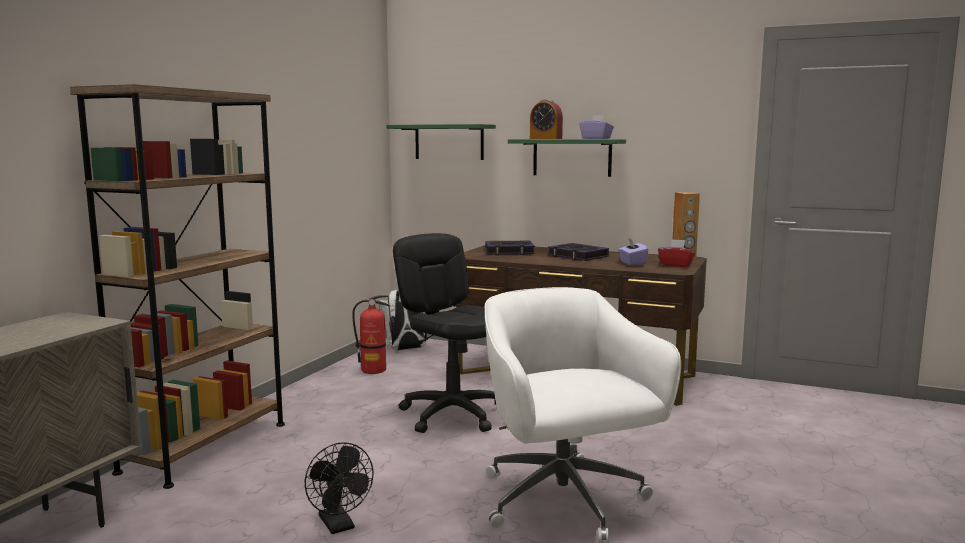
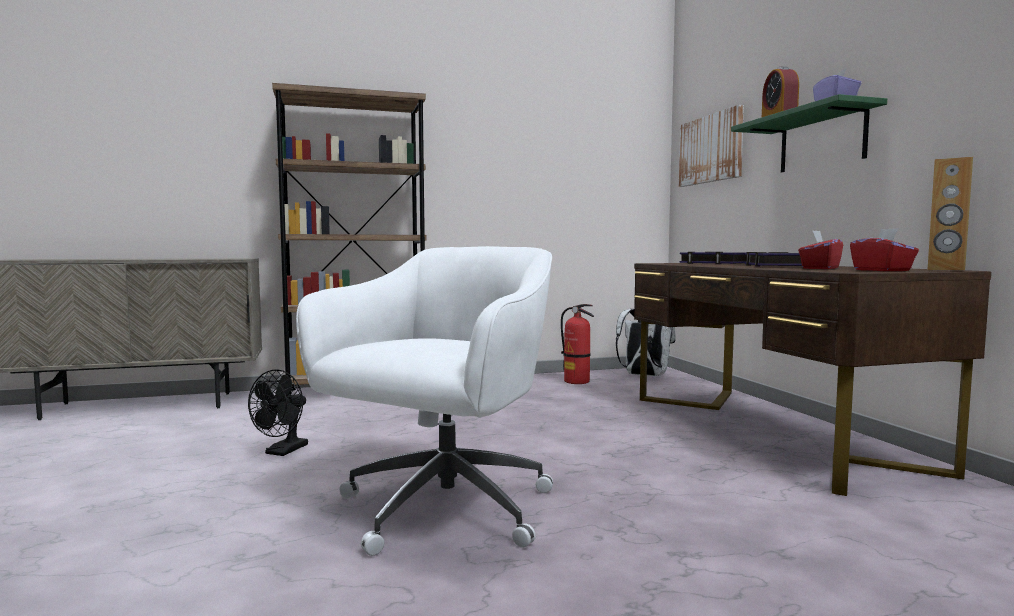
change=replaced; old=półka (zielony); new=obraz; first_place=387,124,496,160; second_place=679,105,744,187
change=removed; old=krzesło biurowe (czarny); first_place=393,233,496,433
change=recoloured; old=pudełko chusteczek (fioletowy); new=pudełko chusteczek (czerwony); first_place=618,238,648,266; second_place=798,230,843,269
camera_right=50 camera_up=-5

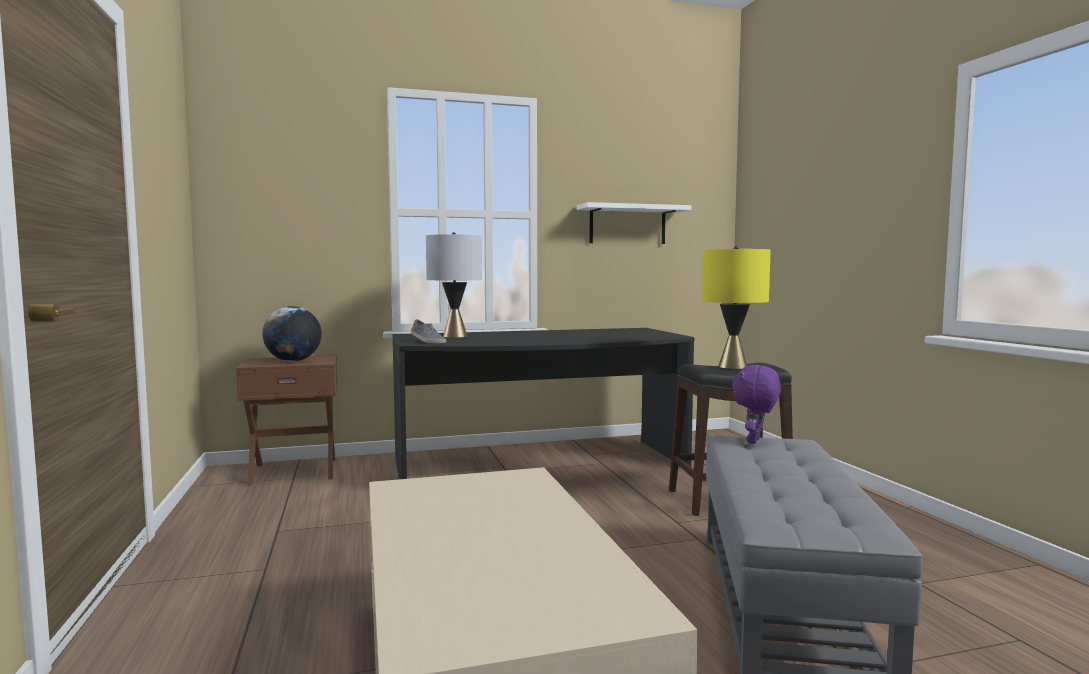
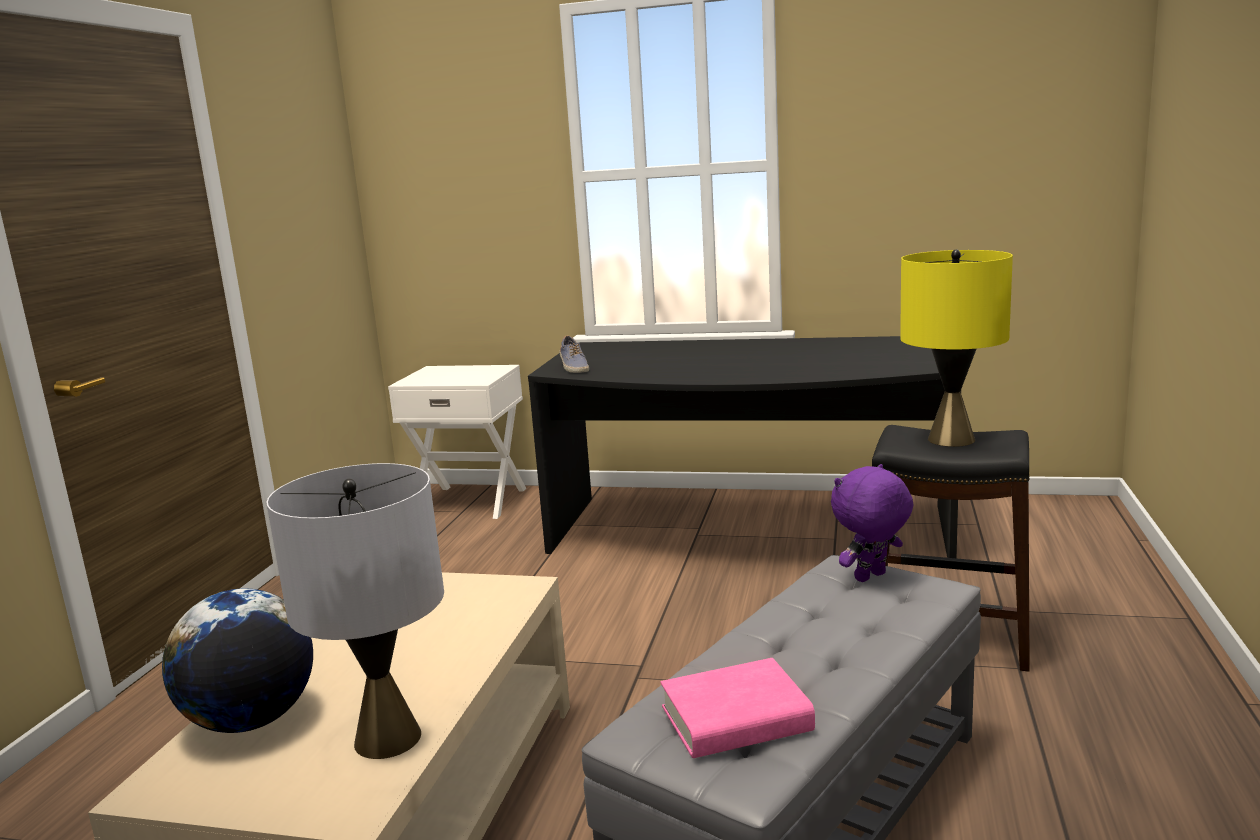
change=recoloured; old=szafka nocna (brązowy); new=szafka nocna (biały); first_place=236,355,338,486; second_place=388,365,527,519
change=moved; old=globus; first_place=262,306,322,362; second_place=162,588,313,733
change=moved; old=lampa stołowa (szary); first_place=426,232,482,338; second_place=266,463,444,759
change=removed; old=półka (biały); first_place=577,202,692,244
change=added; new=książka (różowy); second_place=661,658,815,758
camera_right=30 camera_up=10

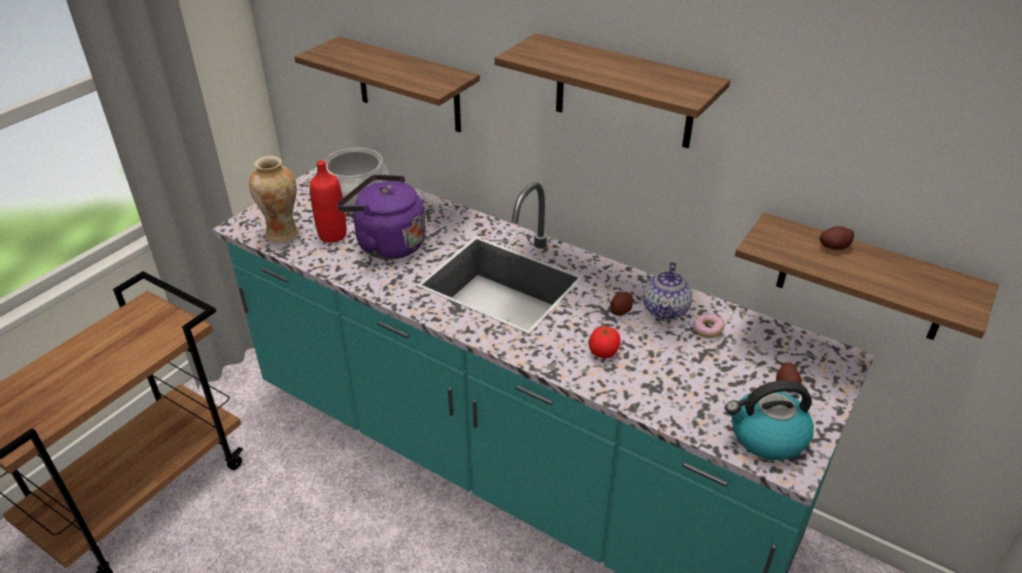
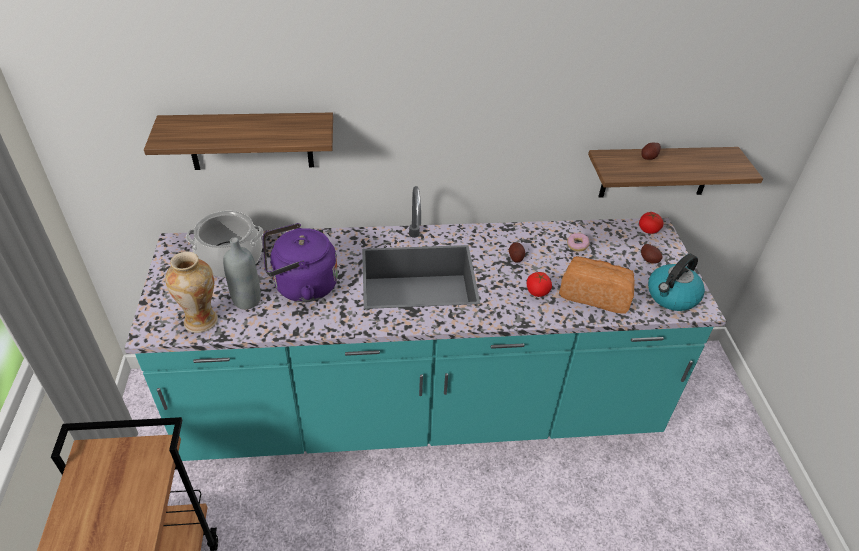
change=recoloured; old=butelka (czerwony); new=butelka (szary); first_place=310,160,347,243; second_place=223,237,261,310
change=removed; old=półka; first_place=494,33,730,148
change=removed; old=imbryk; first_place=643,262,692,321
change=added; new=chleb; second_place=559,256,635,314
change=added; new=pomidor; second_place=639,212,664,234
camera_right=-40 camera_up=5

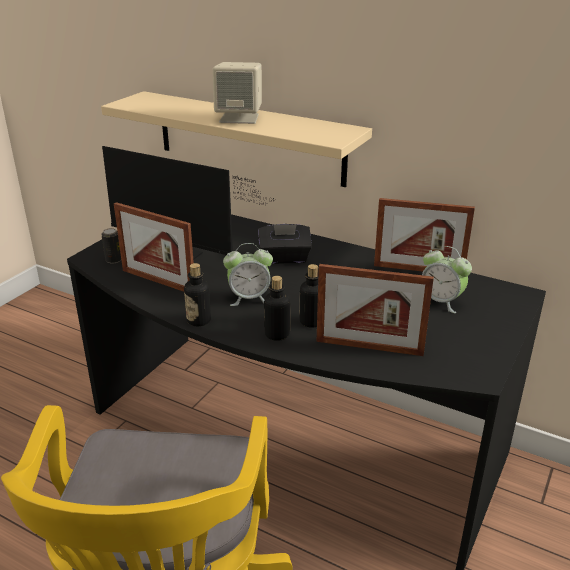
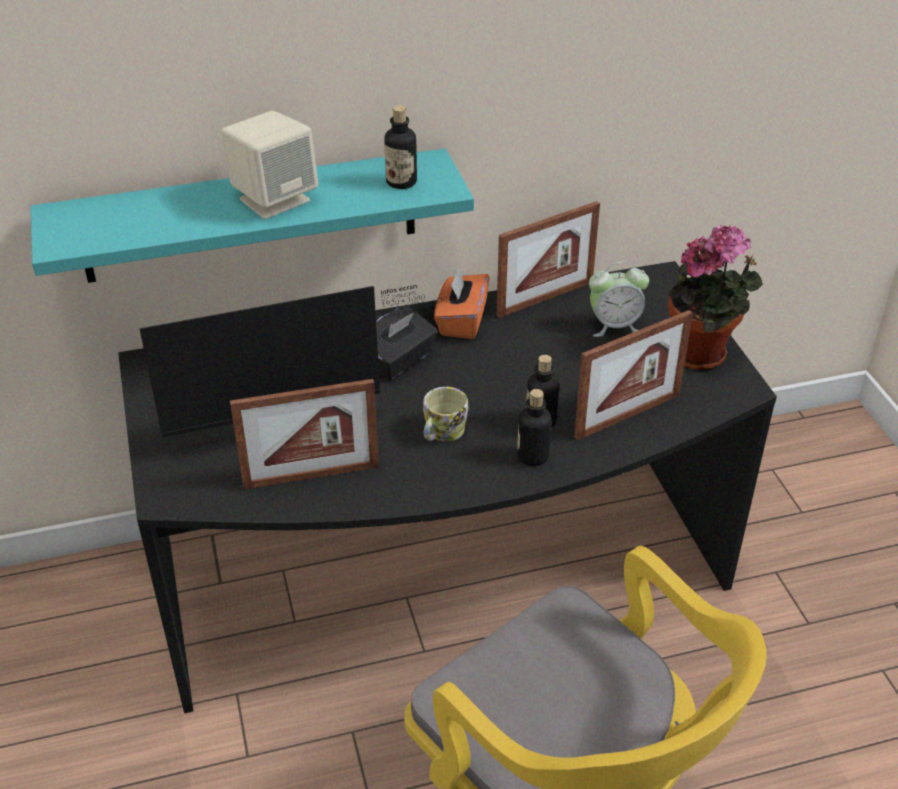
change=recoloured; old=półka (beżowy); new=półka (turkusowy); first_place=101,91,372,187; second_place=31,149,474,283
change=removed; old=puszka; first_place=101,228,121,263
change=moved; old=butelka; first_place=184,263,211,326; second_place=384,105,417,189
change=replaced; old=budzik; new=kubek; first_place=223,243,273,306; second_place=423,387,469,442
change=added; new=pudełko chusteczek (pomarańczowy); second_place=434,268,489,339
change=added; new=roślina doniczkowa; second_place=668,225,763,370
camera_right=-45 camera_up=10

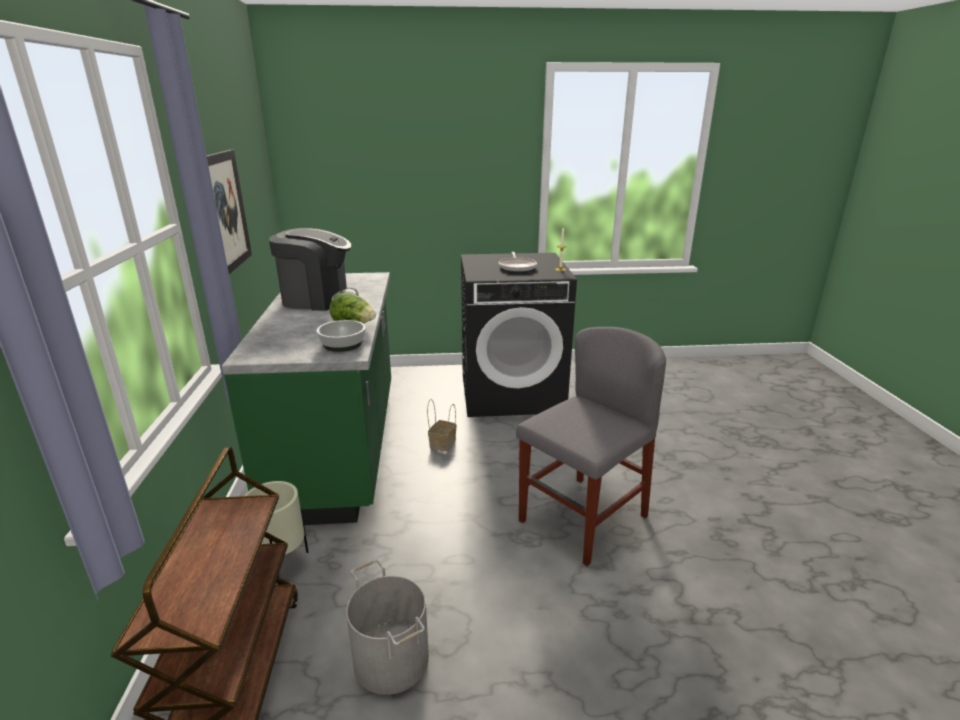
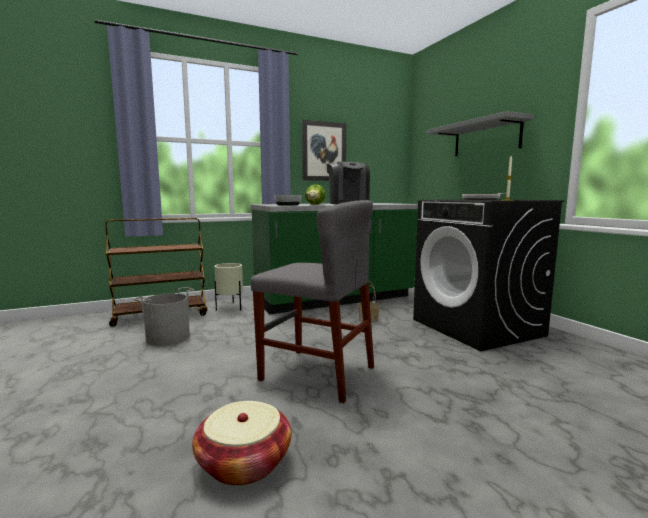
change=added; new=koszyk; second_place=192,401,292,486
change=added; new=półka (szary); second_place=427,111,534,156
camera_right=70 camera_up=-15

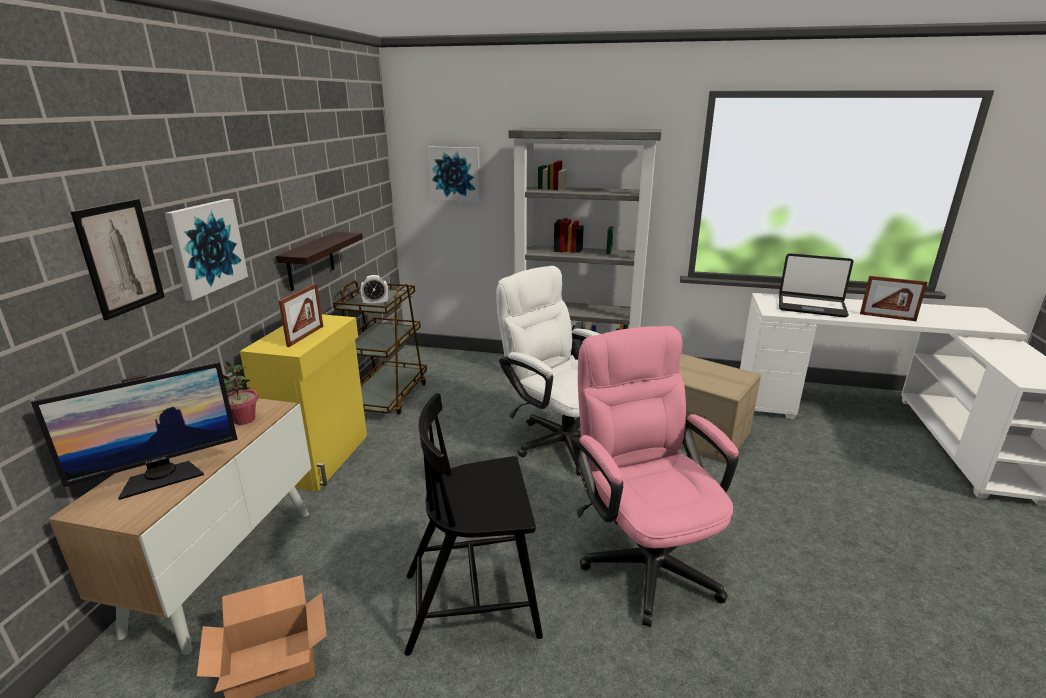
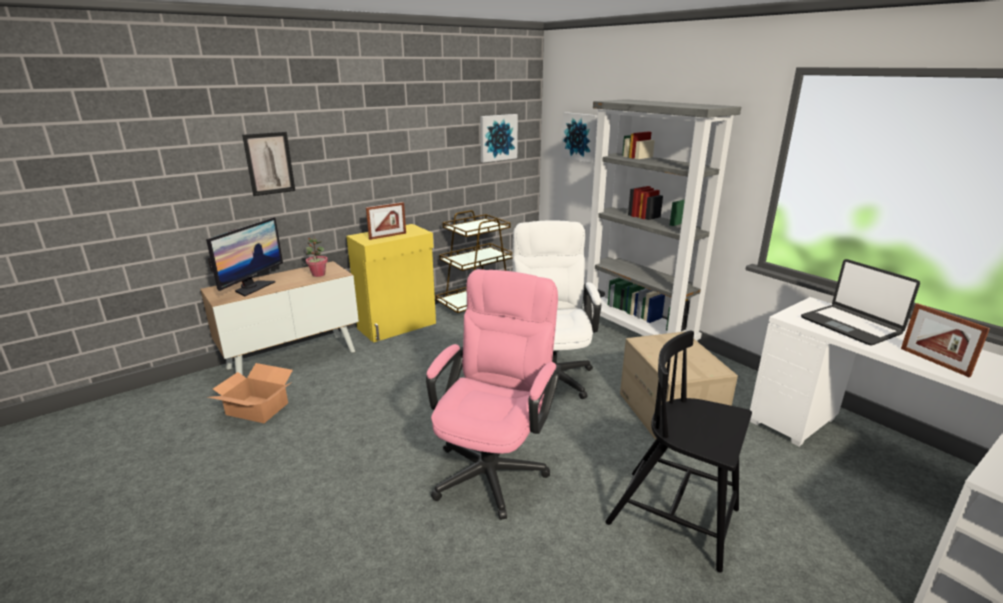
change=turned; old=monitor; first_place=31,362,238,500; second_place=206,217,283,296; degrees=-75
change=moved; old=obraz; first_place=165,199,248,301; second_place=480,114,518,162
change=removed; old=półka; first_place=276,232,363,291
change=removed; old=budzik; first_place=361,275,388,305
change=moved; old=krzesło (czarny); first_place=404,393,543,656; second_place=605,330,752,572
camera_right=40 camera_up=0

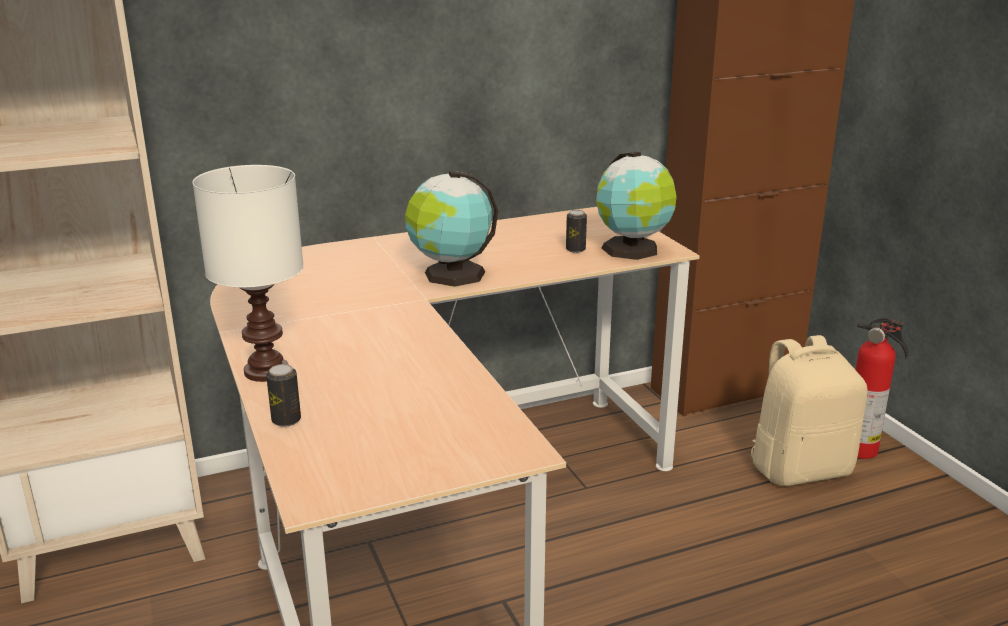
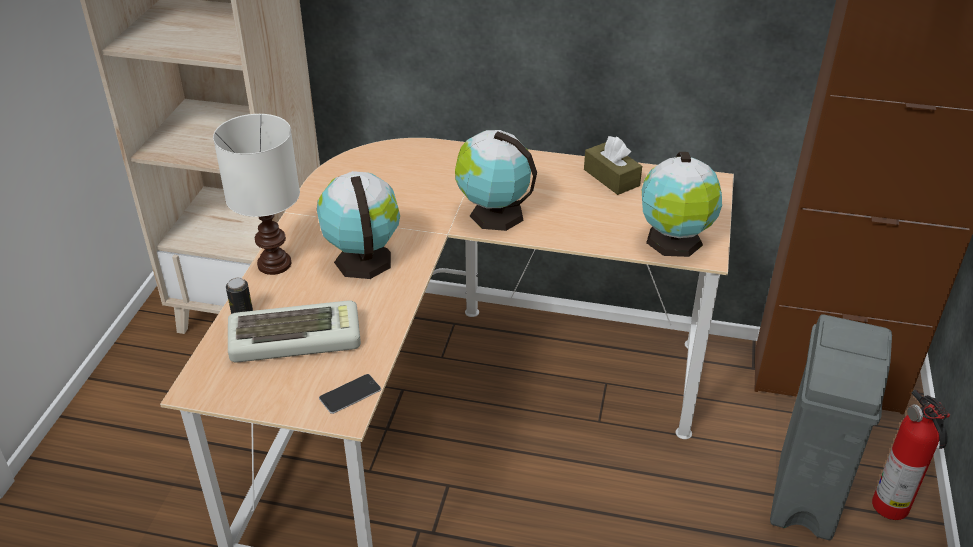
change=removed; old=puszka; first_place=566,210,587,253
change=replaced; old=plecak (beżowy); new=kosz na śmieci (szary); first_place=751,335,868,486; second_place=770,314,892,540
change=added; new=klawiatura; second_place=228,300,361,363
change=added; new=globus; second_place=317,171,400,279
change=added; new=telefon; second_place=319,374,381,414
change=added; new=pudełko chusteczek (brązowy); second_place=584,136,642,195
camera_right=35 camera_up=15

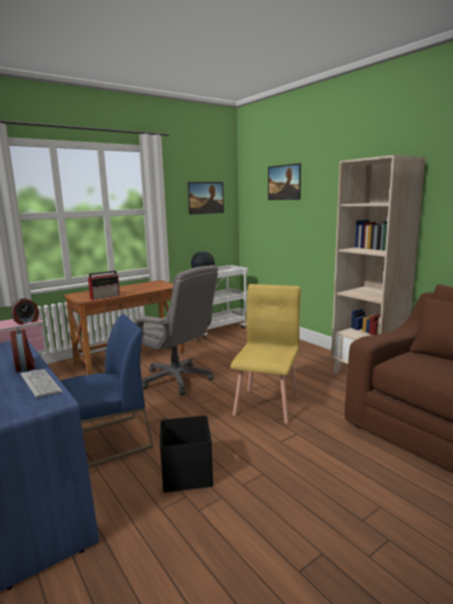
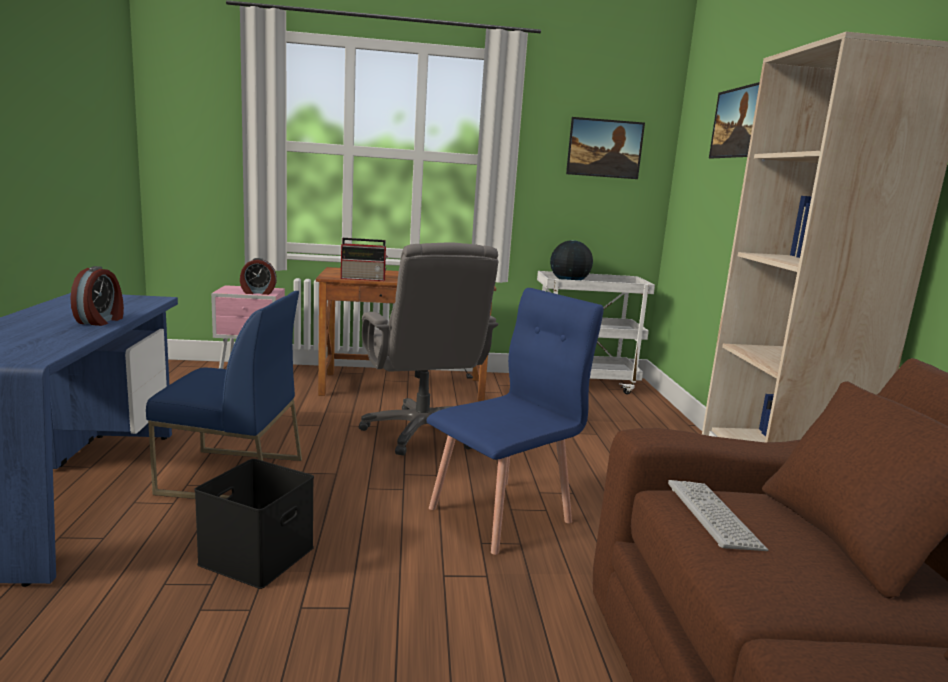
change=moved; old=klawiatura; first_place=21,369,63,398; second_place=668,480,768,551
change=recoloured; old=krzesło (żółty); new=krzesło (niebieski); first_place=230,284,301,424; second_place=427,288,604,555
camera_right=30 camera_up=0

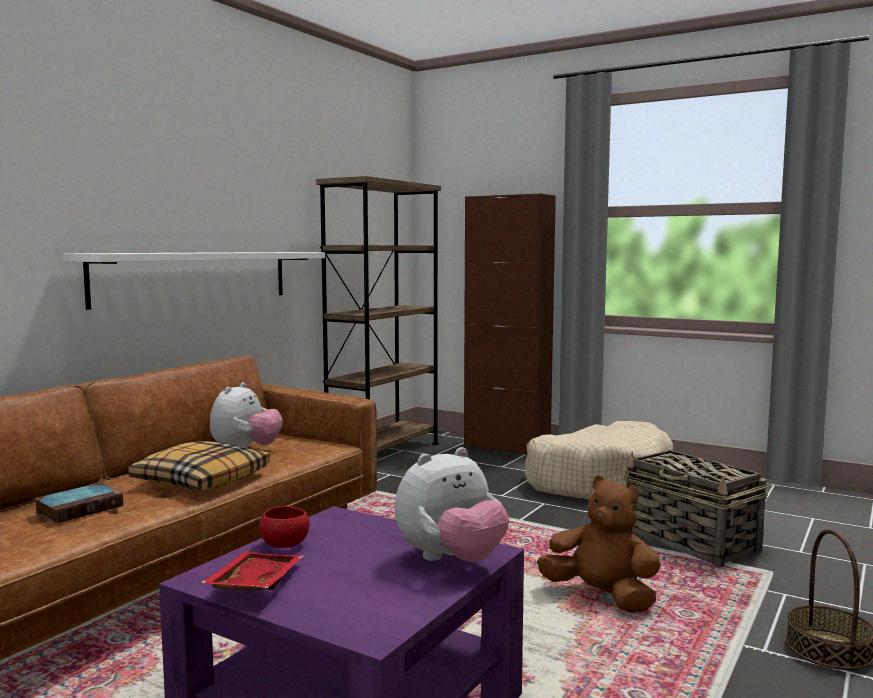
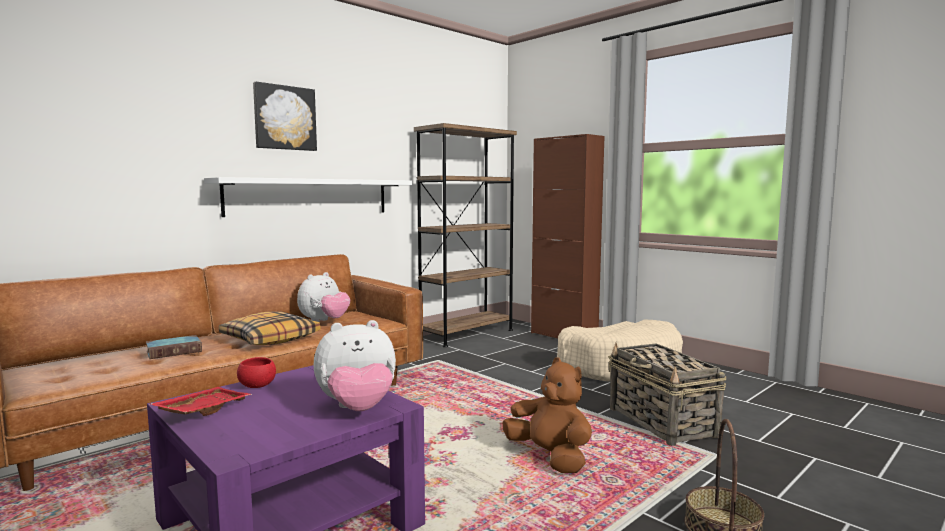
change=added; new=obraz; second_place=253,82,317,151
camera_right=15 camera_up=0

